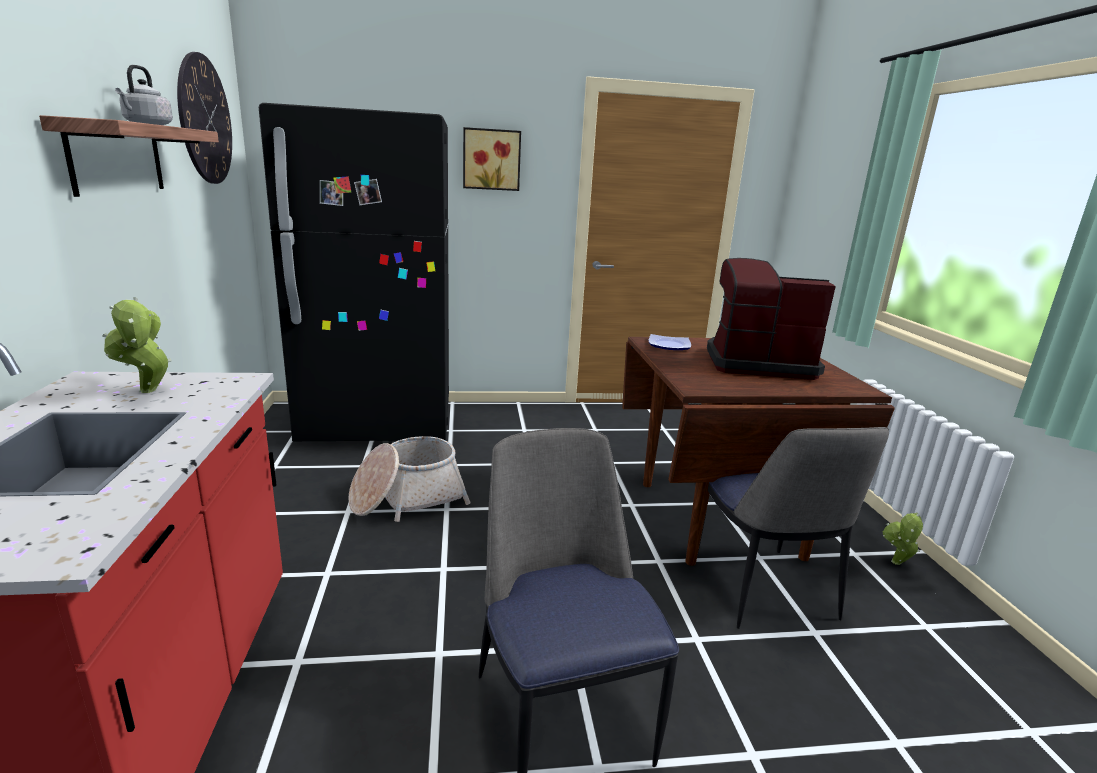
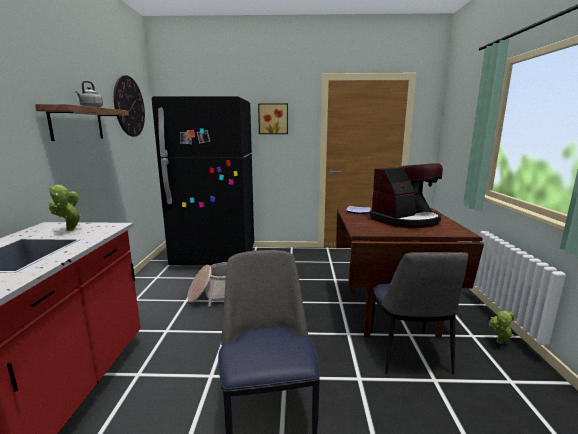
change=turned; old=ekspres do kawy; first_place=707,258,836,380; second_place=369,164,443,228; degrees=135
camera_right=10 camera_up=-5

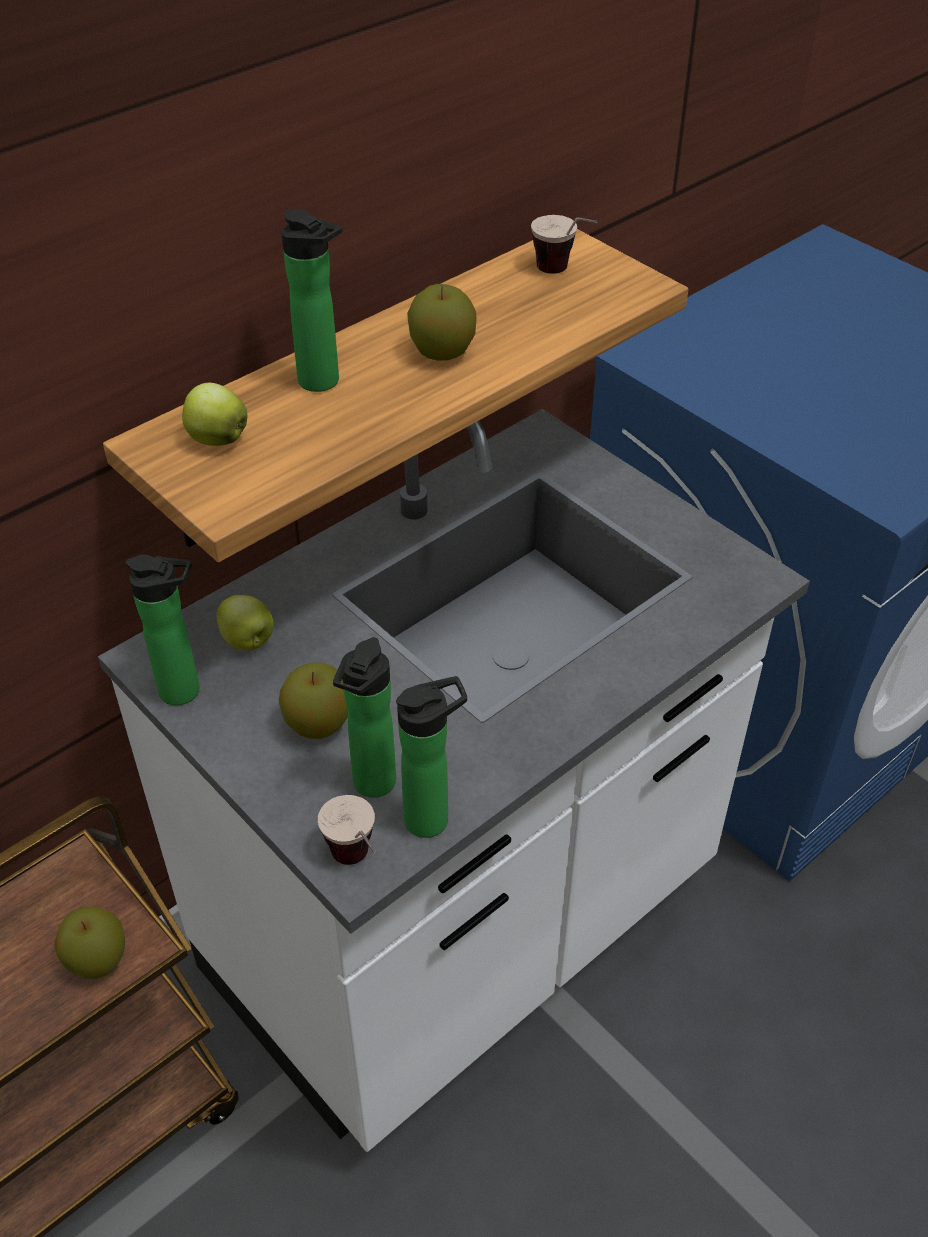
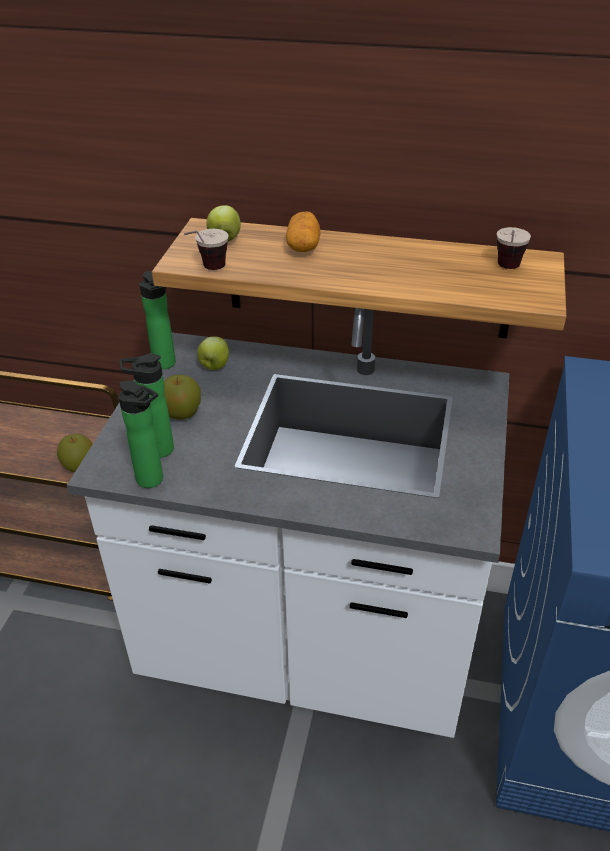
change=replaced; old=butelka; new=ziemniak; first_place=281,209,343,392; second_place=286,211,320,252
change=moved; old=filiżanka; first_place=318,795,377,865; second_place=184,229,228,270
change=removed; old=jabłko; first_place=407,284,476,360
camera_right=55 camera_up=-5

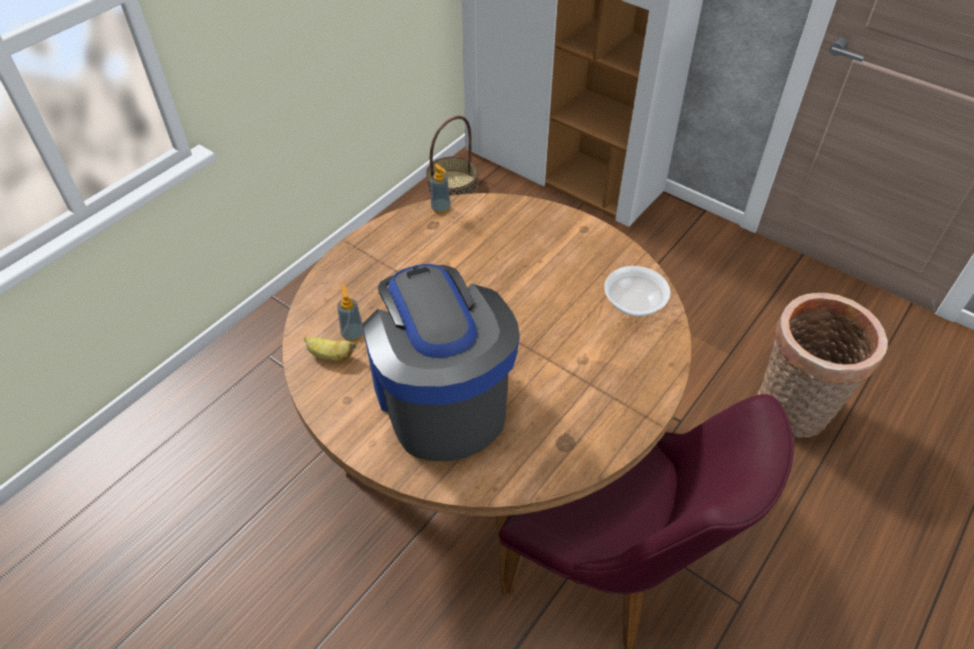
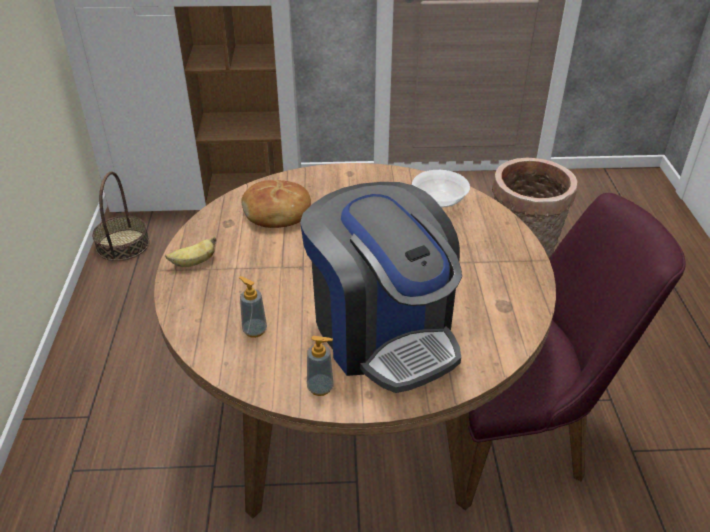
change=moved; old=banan; first_place=304,336,356,361; second_place=165,237,216,267
change=turned; old=ekspres do kawy; first_place=362,264,520,461; second_place=300,182,462,393; degrees=-150
change=moved; old=dozownik mydła; first_place=431,164,451,214; second_place=307,336,334,396
change=added; new=chleb; second_place=241,180,311,228
camera_right=-40 camera_up=-10

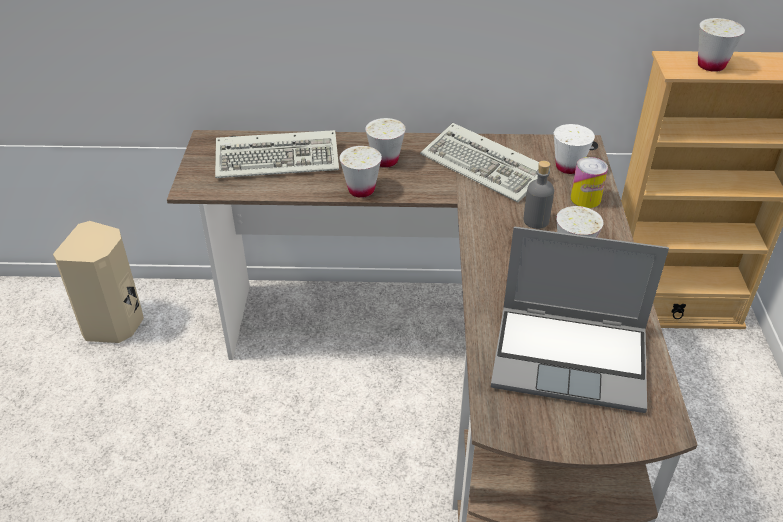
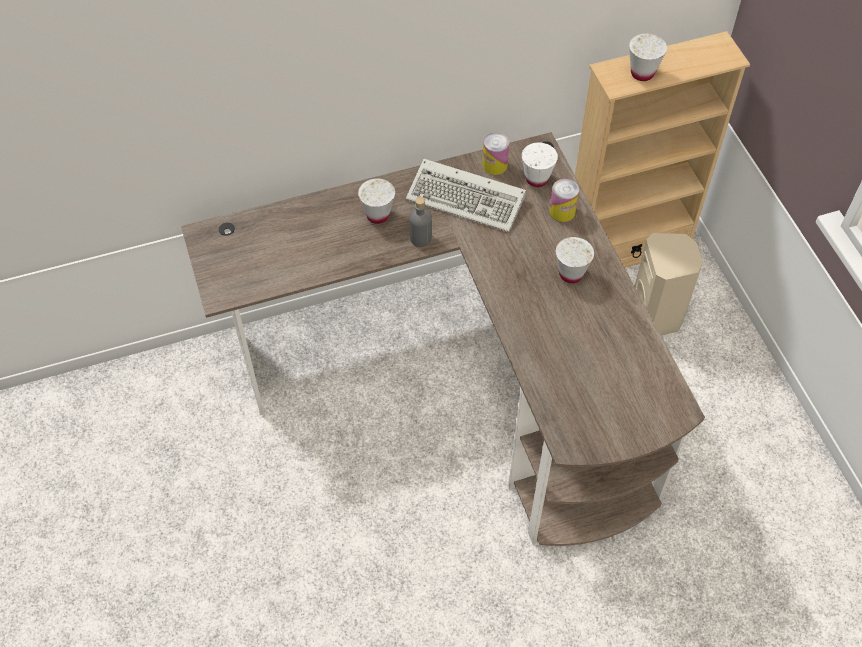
change=moved; old=głośnik (beżowy); first_place=53,221,144,343; second_place=635,233,703,336
change=removed; old=klawiatura; first_place=215,130,339,178
change=removed; old=filiżanka (biały); first_place=339,146,382,198
change=removed; old=laptop; first_place=491,226,669,413
change=moved; old=butelka (szary); first_place=524,161,554,229; second_place=409,197,432,247
change=added; new=puszka; second_place=482,132,510,175
camera_right=-20 camera_up=15

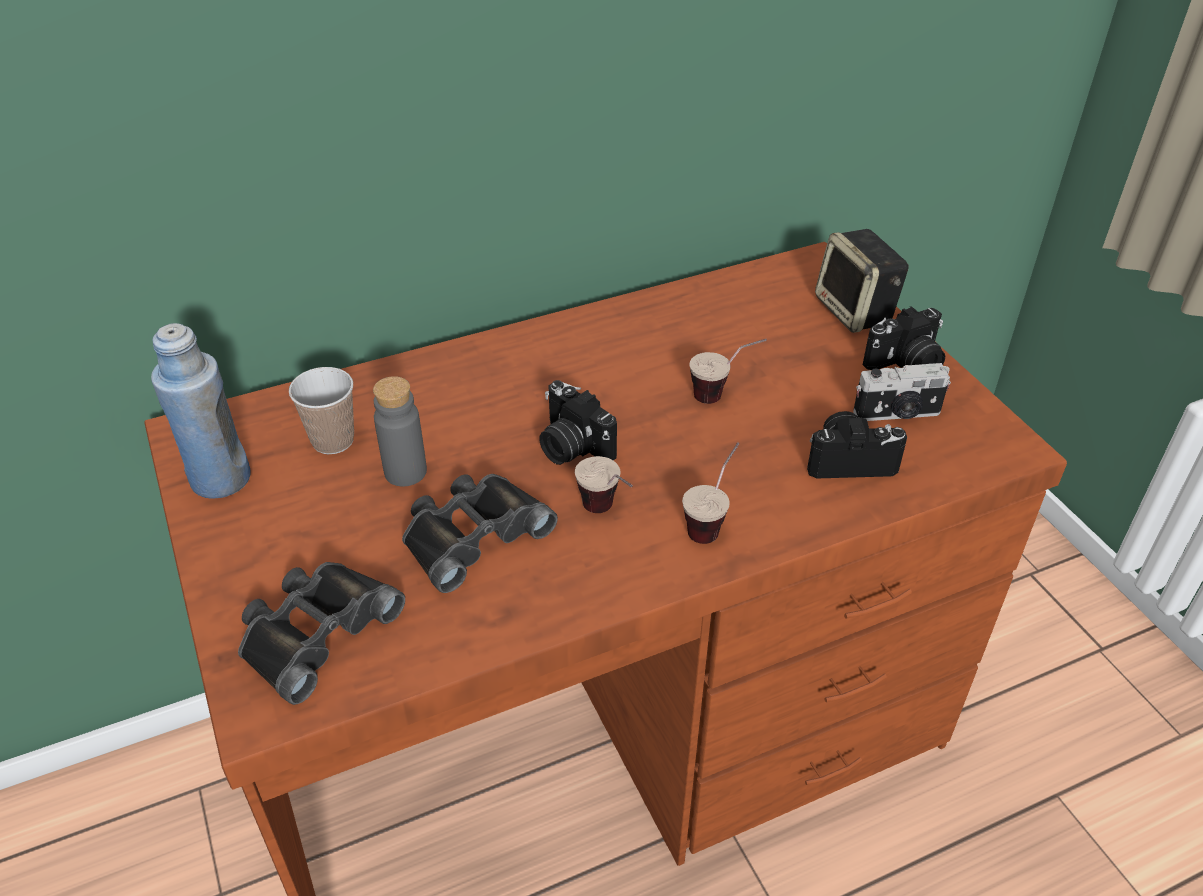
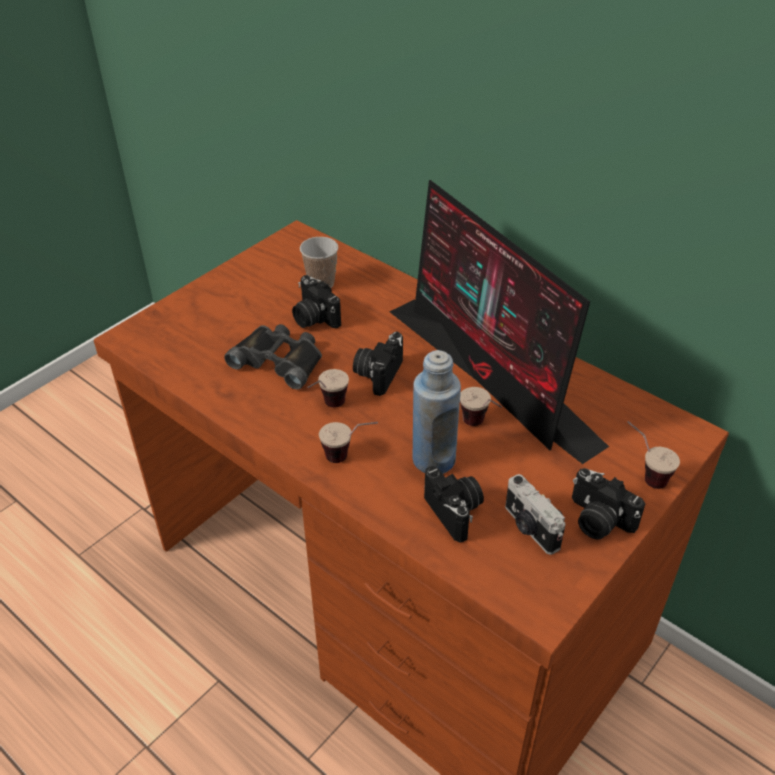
change=moved; old=butelka (niebieski); first_place=151,323,251,499; second_place=412,350,461,474
change=removed; old=lornetka (czarny); first_place=238,562,405,705
change=replaced; old=butelka (szary); new=aparat fotograficzny; first_place=373,376,427,486; second_place=292,275,341,328
change=replaced; old=głośnik; new=filiżanka; first_place=815,229,909,333; second_place=627,421,680,489
change=added; new=monitor; second_place=389,180,609,464
camera_right=65 camera_up=0

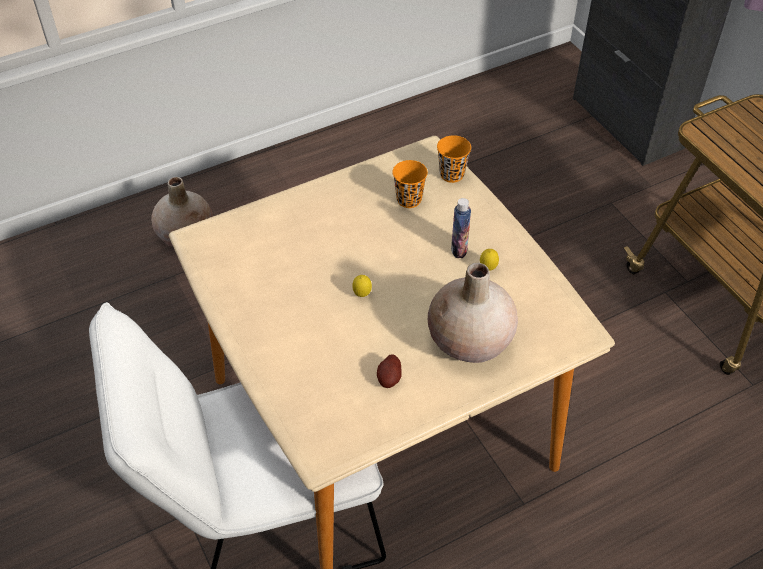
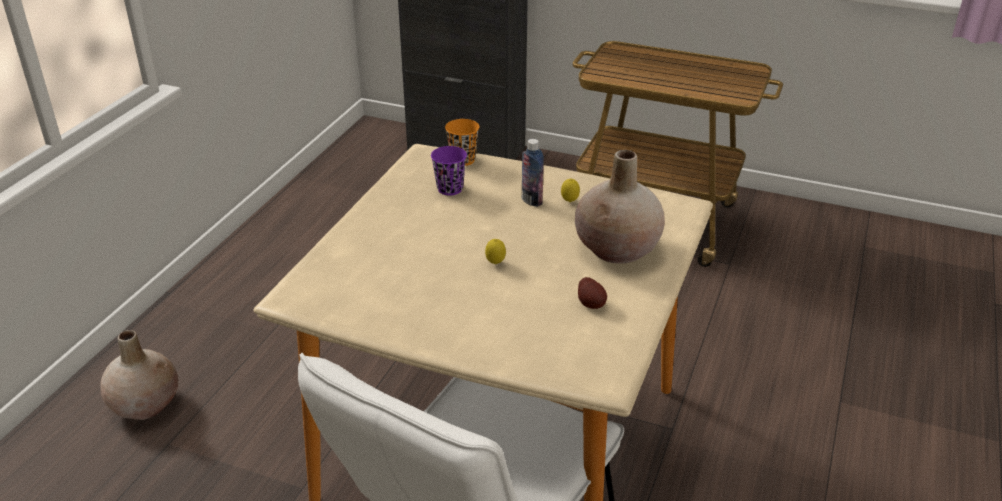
change=recoloured; old=filiżanka (pomarańczowy); new=filiżanka (fioletowy); first_place=392,160,428,208; second_place=431,146,467,196
camera_right=-40 camera_up=-15

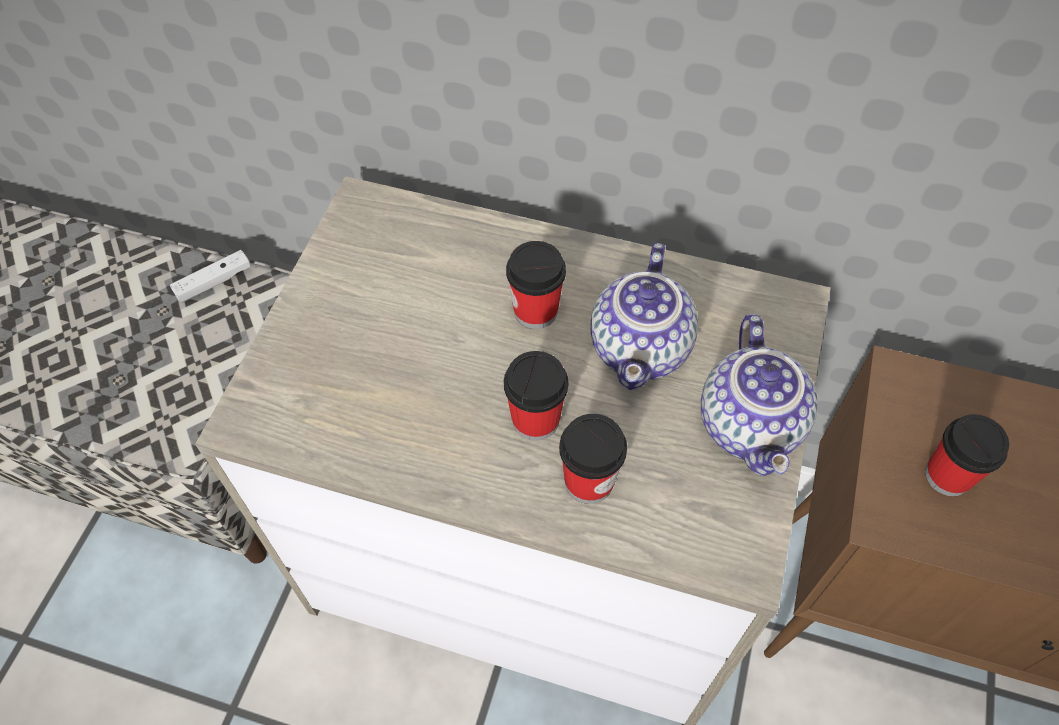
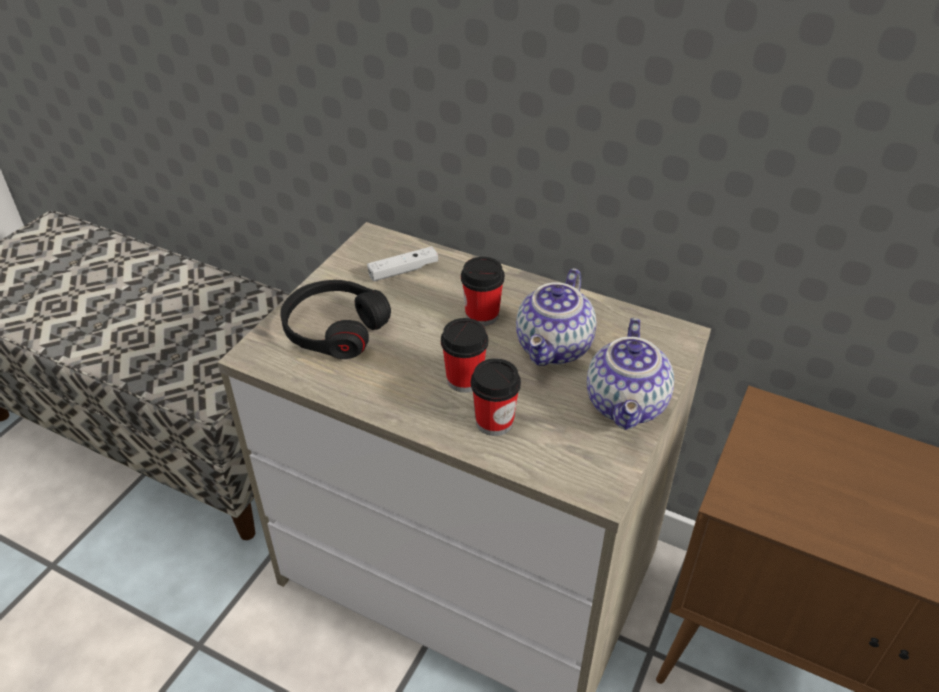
change=moved; old=pad do gier (biały); first_place=170,250,251,303; second_place=367,246,438,281
change=removed; old=filiżanka; first_place=925,414,1009,496
change=added; new=słuchawki (czarny); second_place=280,280,391,359
camera_right=10 camera_up=-15

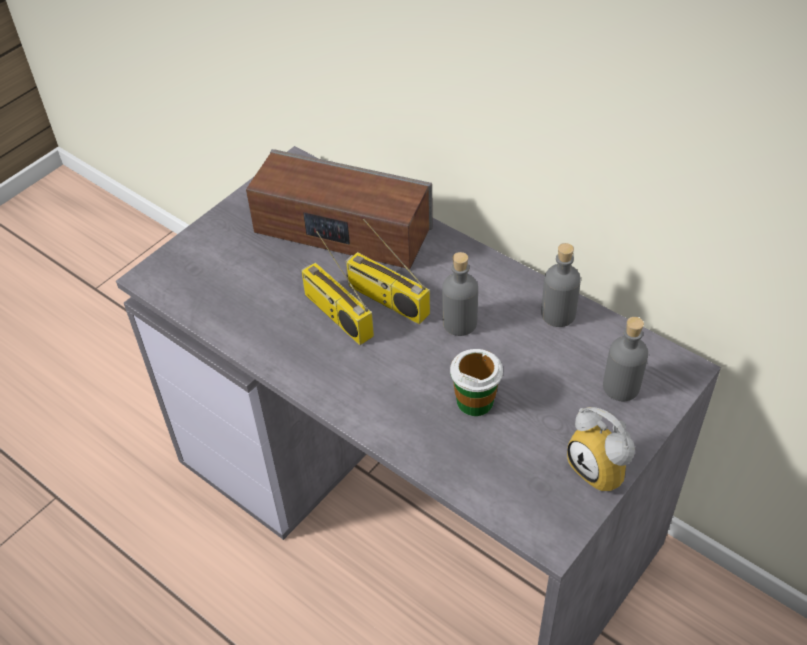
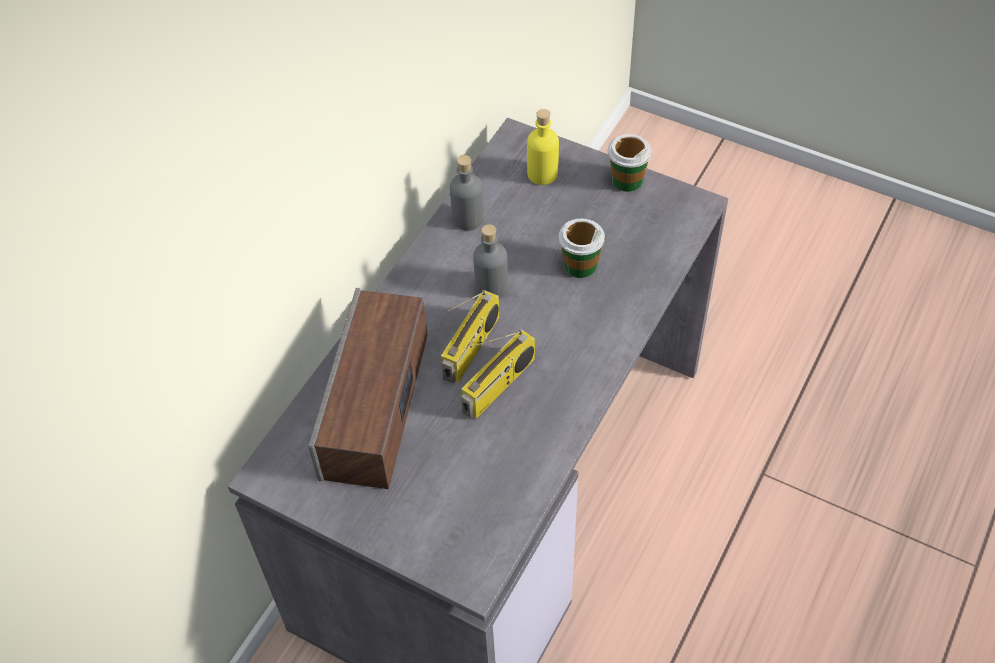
change=replaced; old=budzik; new=filiżanka; first_place=567,407,635,492; second_place=608,134,652,192
change=recoloured; old=butelka (szary); new=butelka (żółty); first_place=603,317,648,401; second_place=527,109,559,185
camera_right=-100 camera_up=5

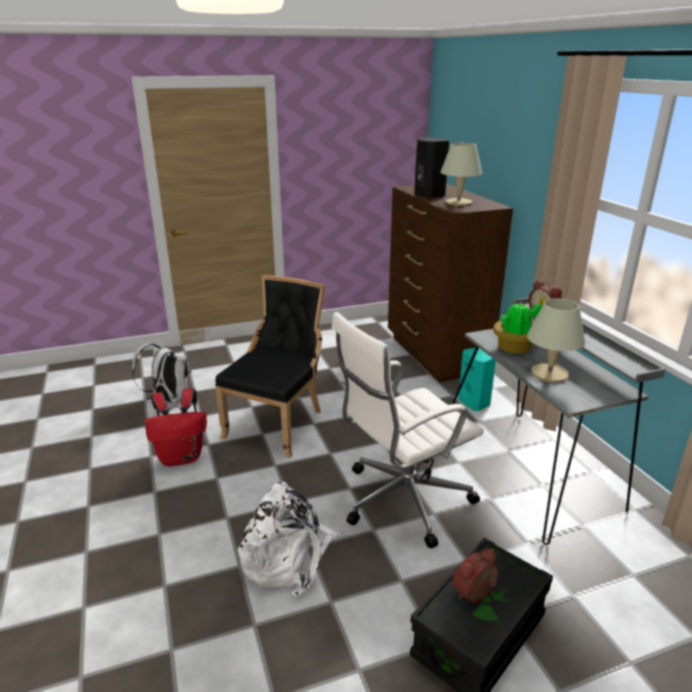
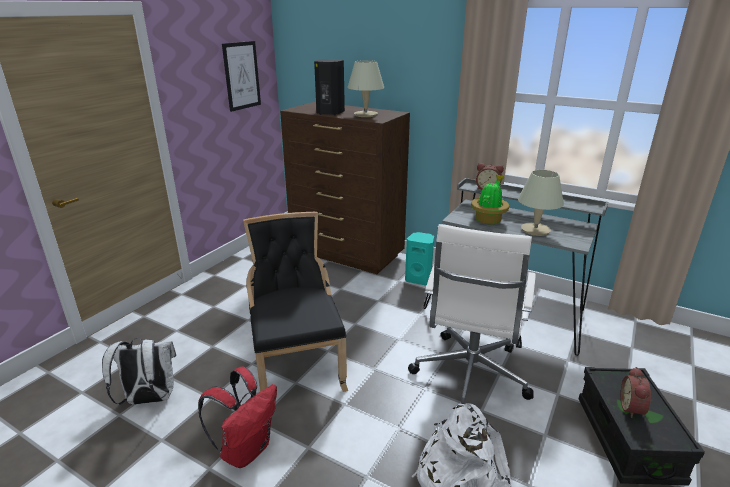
change=added; new=obraz; second_place=222,41,261,112
camera_right=-40 camera_up=0

